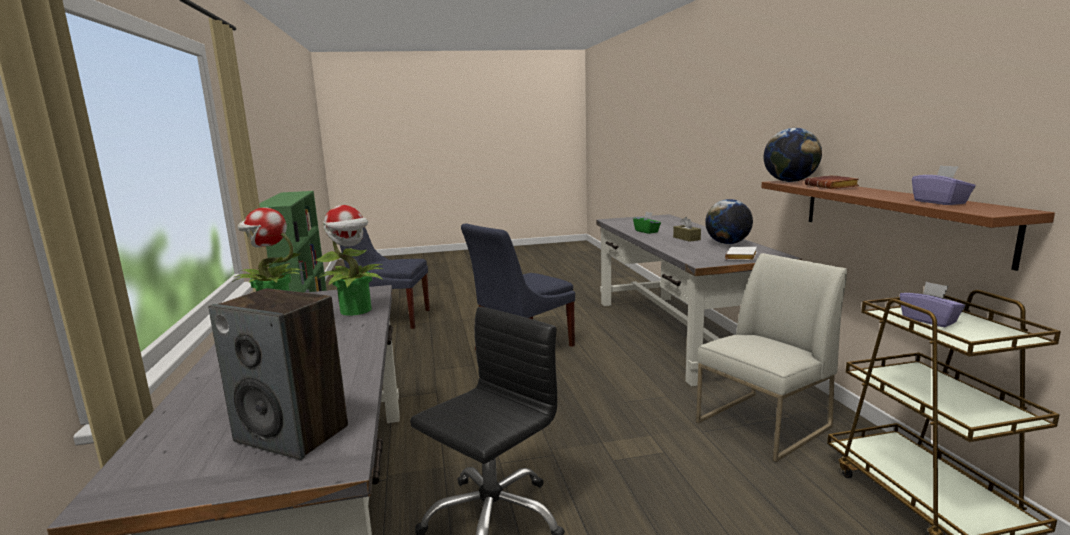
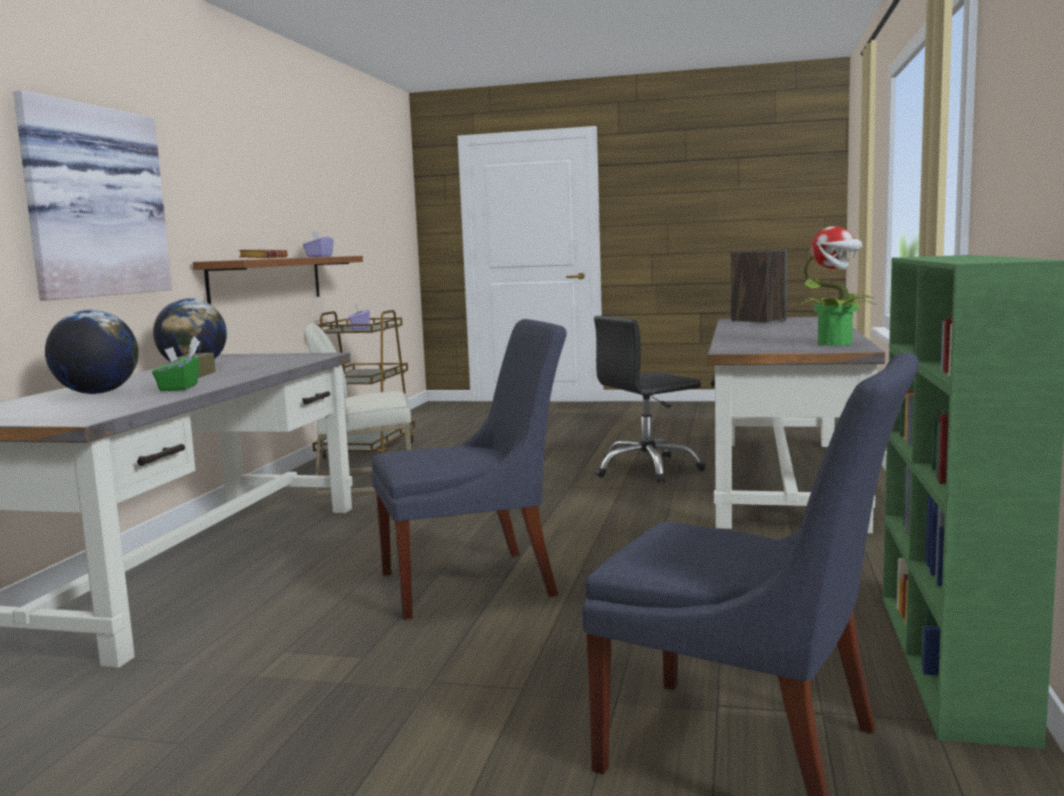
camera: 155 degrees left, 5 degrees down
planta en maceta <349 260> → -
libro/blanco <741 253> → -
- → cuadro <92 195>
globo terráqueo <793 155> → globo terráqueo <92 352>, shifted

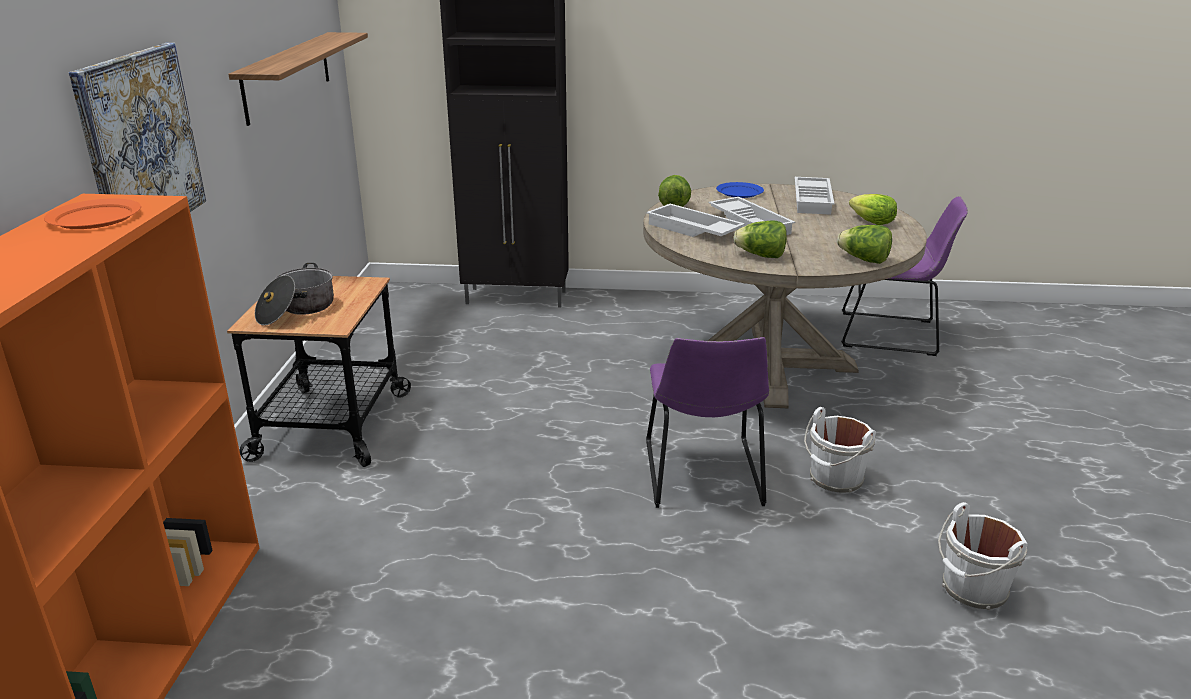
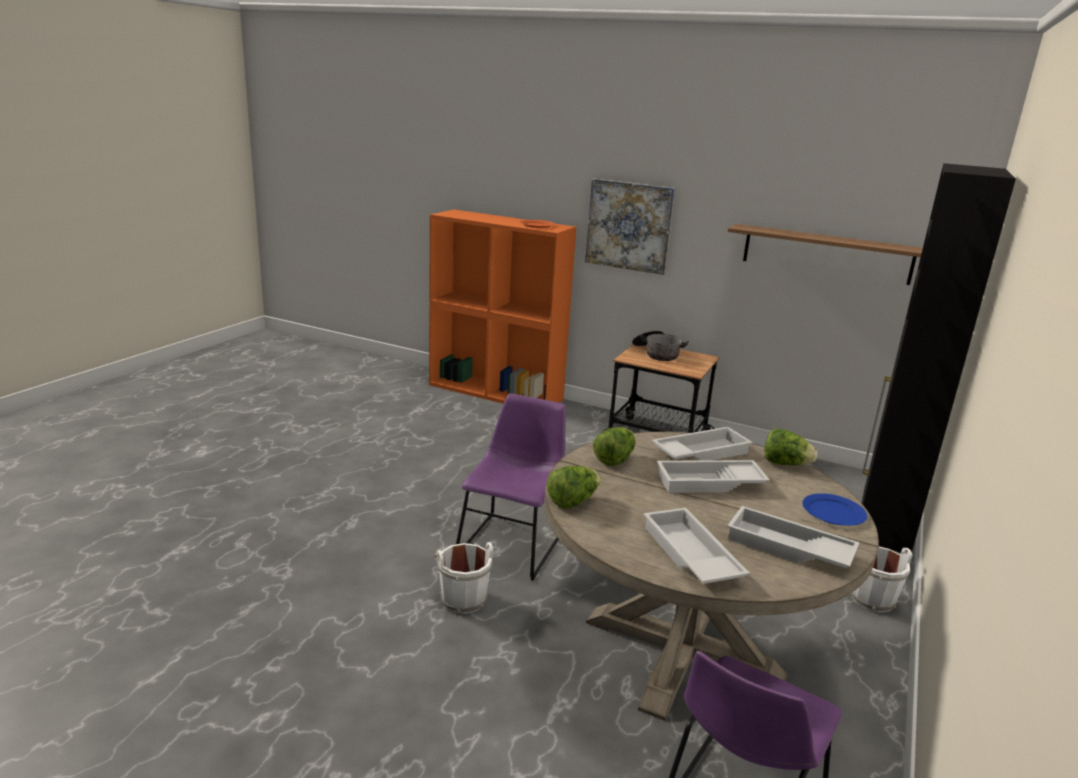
camera: 110 degrees right, 5 degrees down
cubo/blanco <983 556> → cubo/blanco <881 579>, shifted
lechuga <873 209> → bandeja/blanco <697 546>
silla/morado <707 422> → silla/morado <511 487>, 90 degrees clockwise

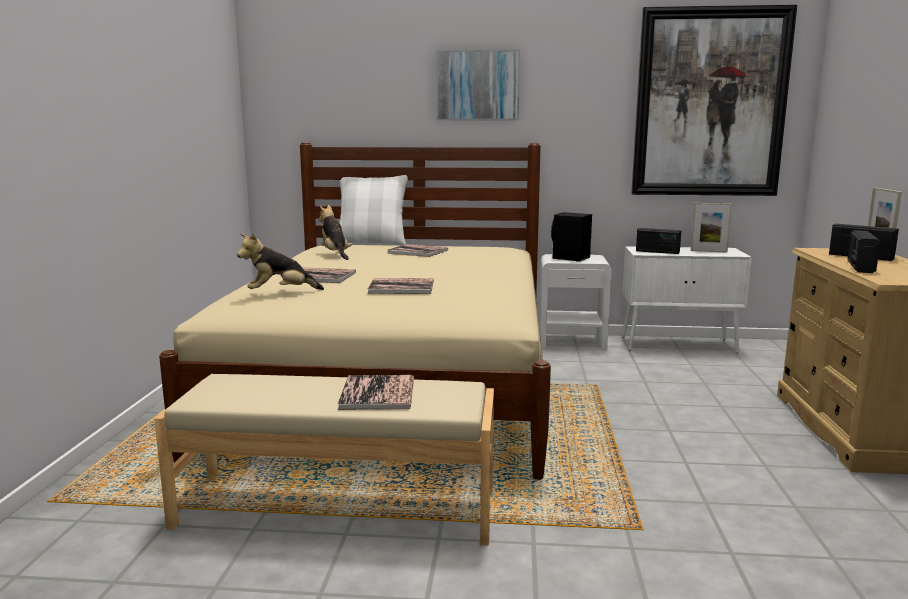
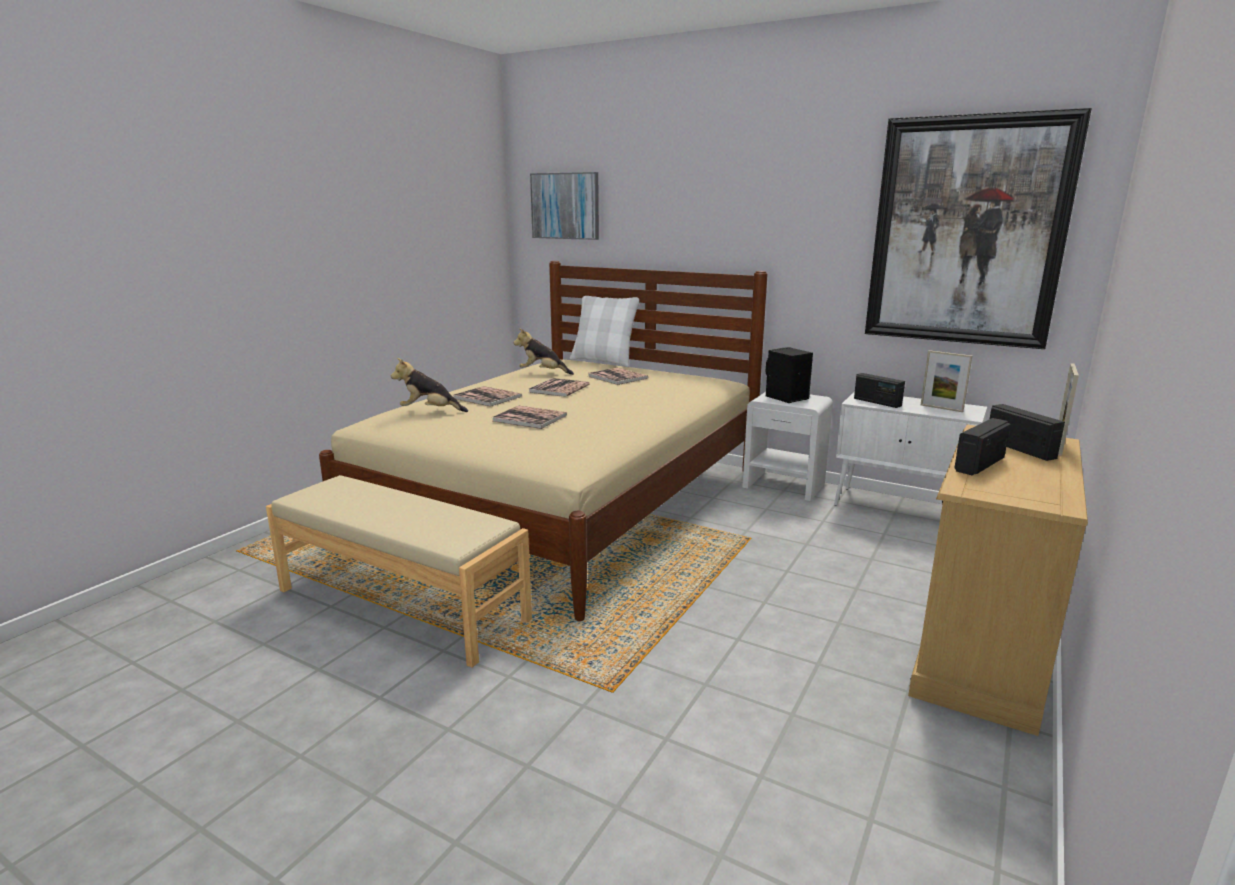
camera: 25 degrees right, 5 degrees up
libro <376 392> → libro <559 387>, shifted
cuadro <478 85> → cuadro <564 206>, shifted
peluche <335 232> → peluche <544 351>, 75 degrees counterclockwise

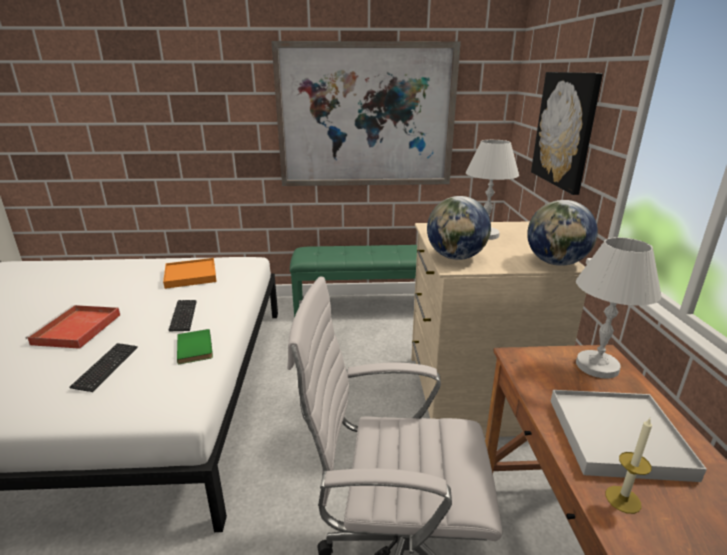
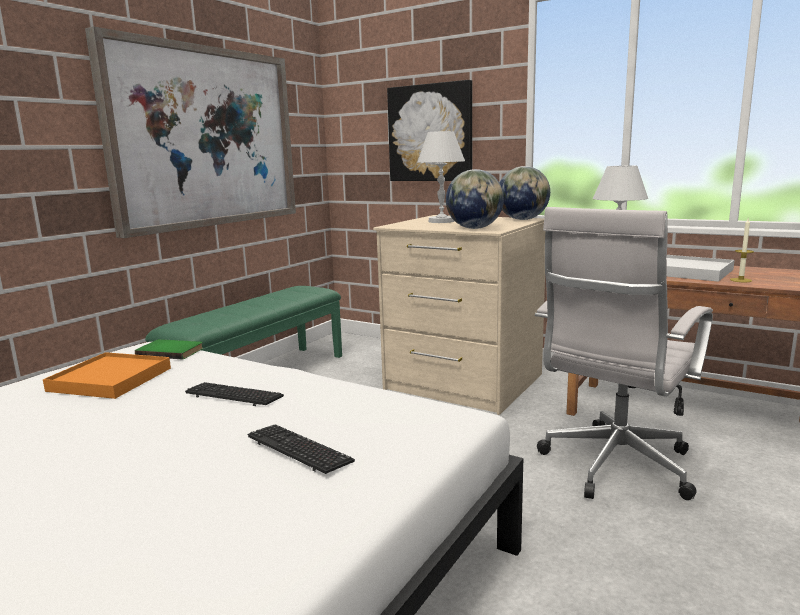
camera: 55 degrees left, 10 degrees down
bandeja/rojo <73 327> → -
libro/verde <195 346> → libro/verde <169 349>, shifted

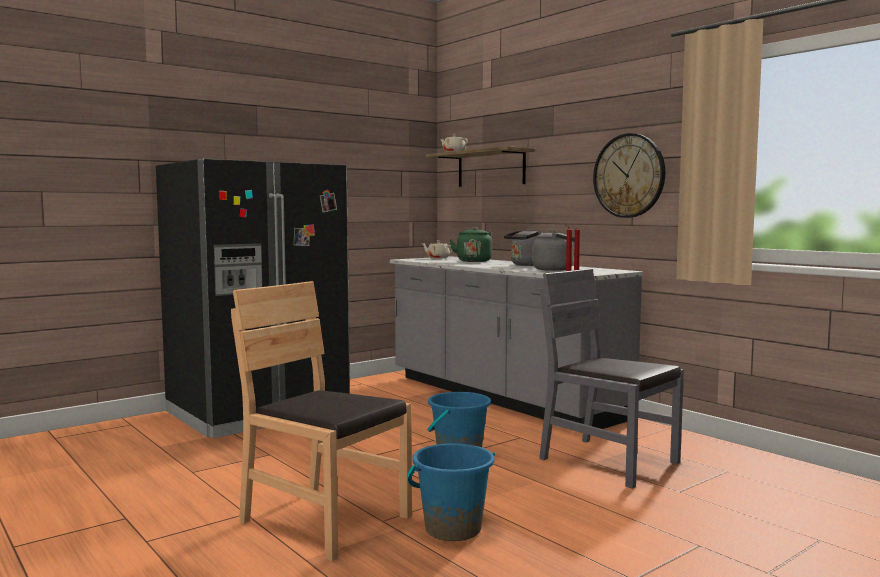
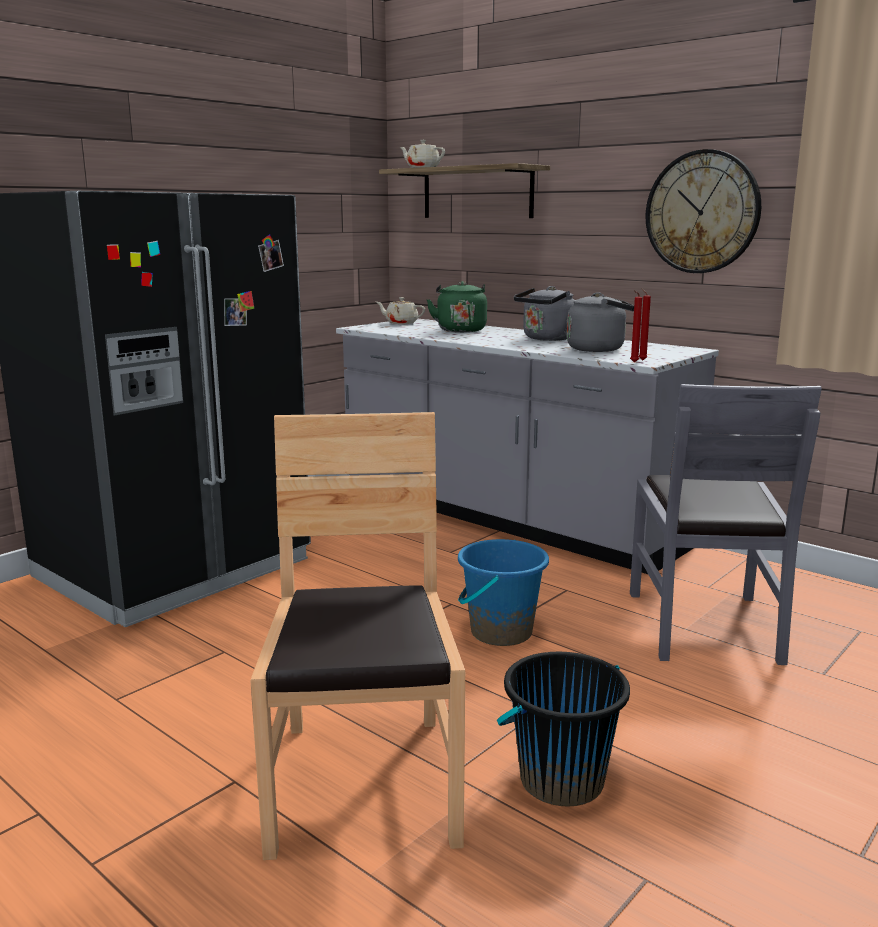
camera: 10 degrees left, 10 degrees up
cubo/azul <451 492> → cubo/negro <563 729>
silla/marrón <321 421> → silla/marrón <357 636>, 60 degrees clockwise
silla/gris <611 378> → silla/gris <726 524>, 120 degrees counterclockwise

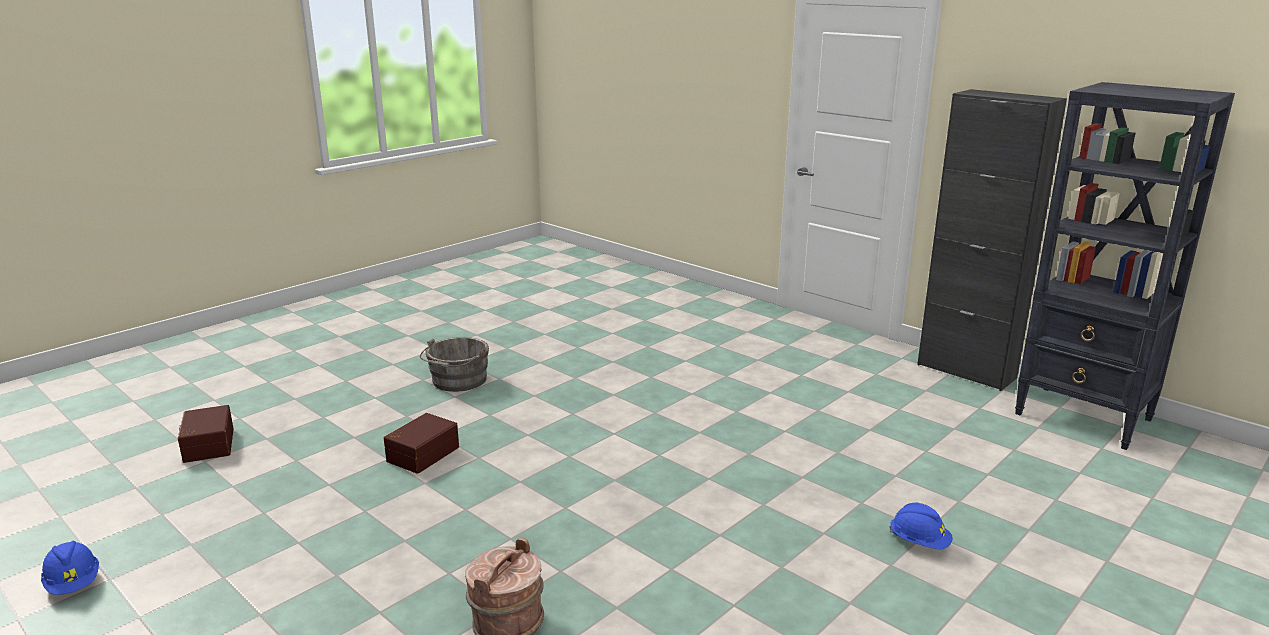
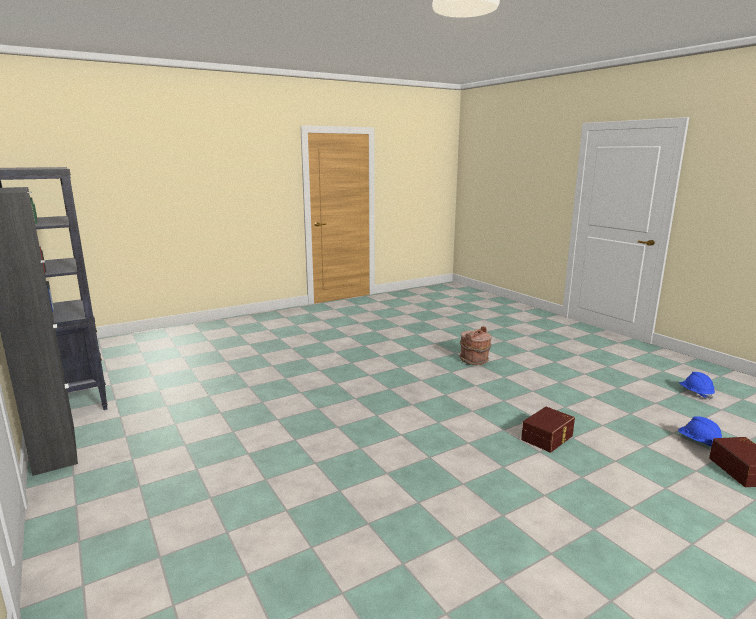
camera: 165 degrees left, 5 degrees down
cubo/gris <454 364> → -
casco/azul <921 526> → casco/azul <700 431>, shifted

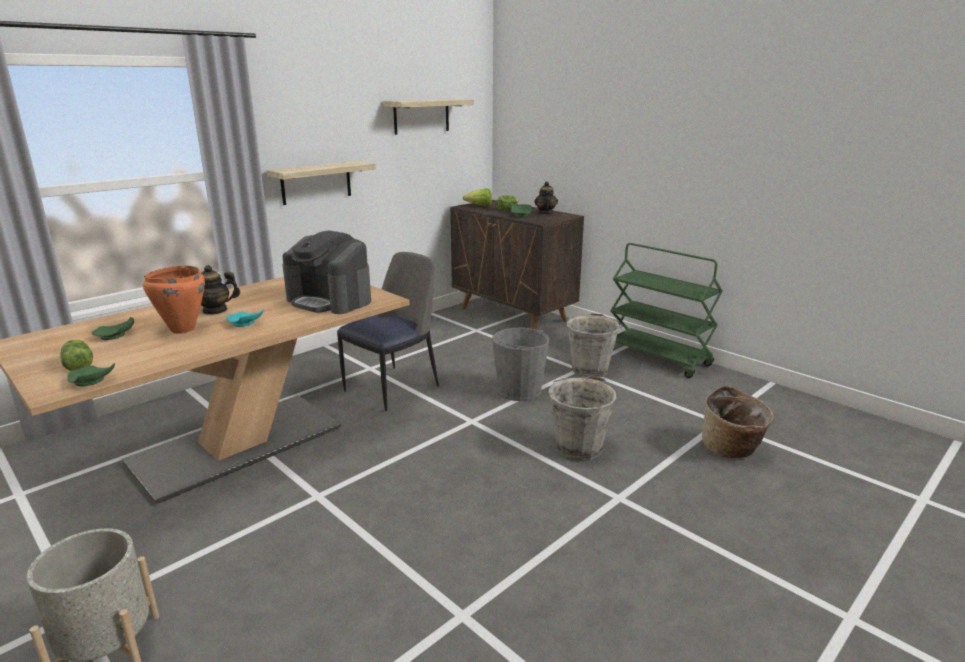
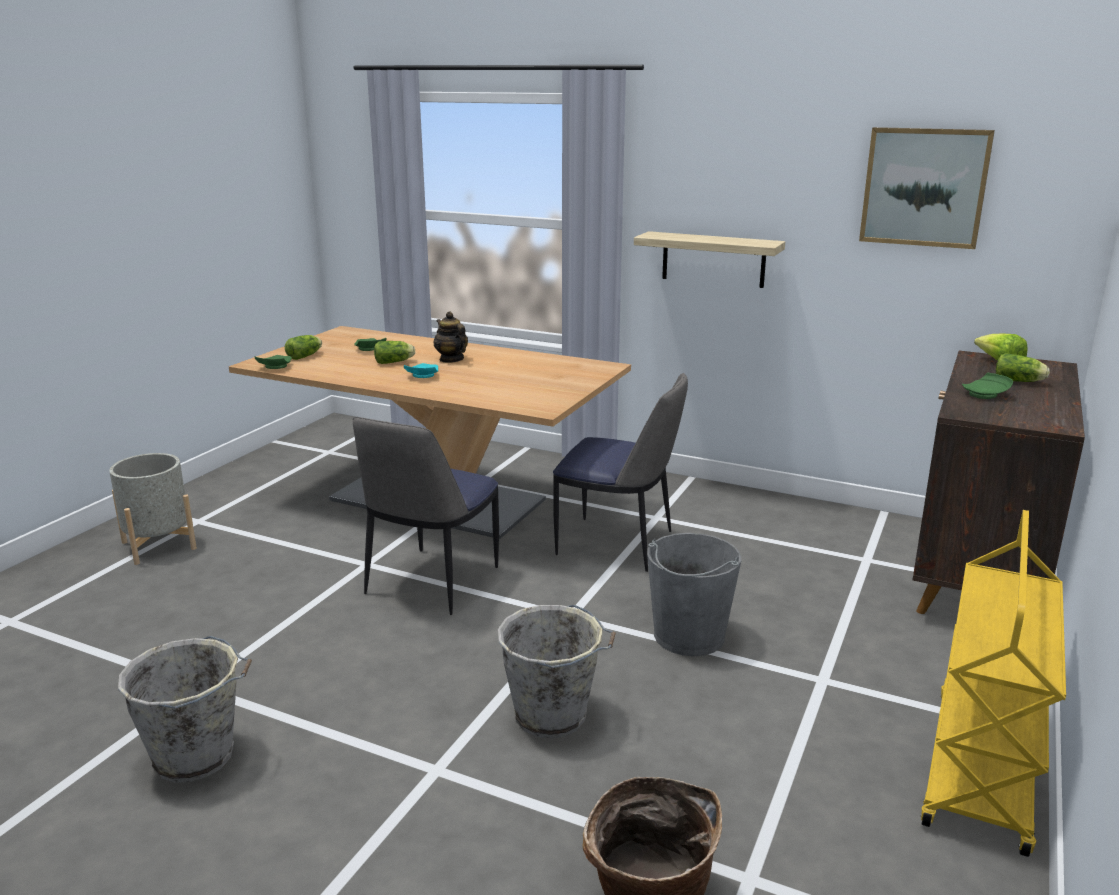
camera: 70 degrees right, 0 degrees up
cafetera <326 272> → -
tetera <546 197> → -
- → silla <426 516>
cubo/gris <594 345> → cubo/gris <185 709>, shifted
olla/naranja <174 300> → lechuga <394 352>
estante <428 117> → cuadro <927 188>
carrito/verde <666 310> → carrito/amarillo <993 683>

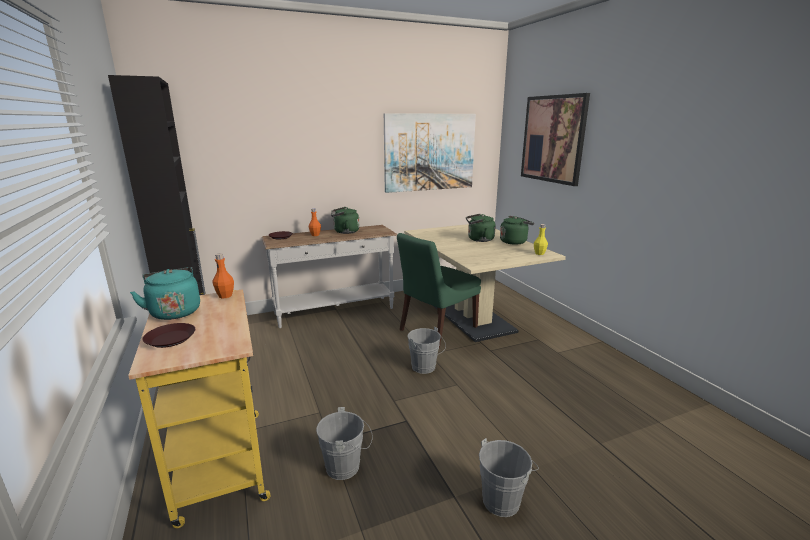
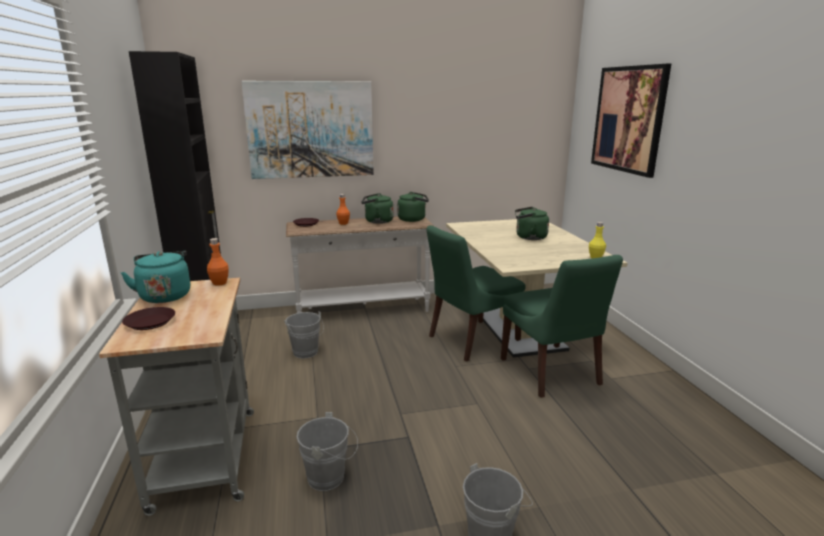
camera: 10 degrees right, 0 degrees up
- → silla/verde <562 326>
cuadro <430 153> → cuadro <307 130>, shifted
cubo/gris <427 350> → cubo/gris <304 335>, shifted
hervidor/verde <517 230> → hervidor/verde <413 207>, shifted
carrito/amarillo <199 408> → carrito/gris <176 397>

